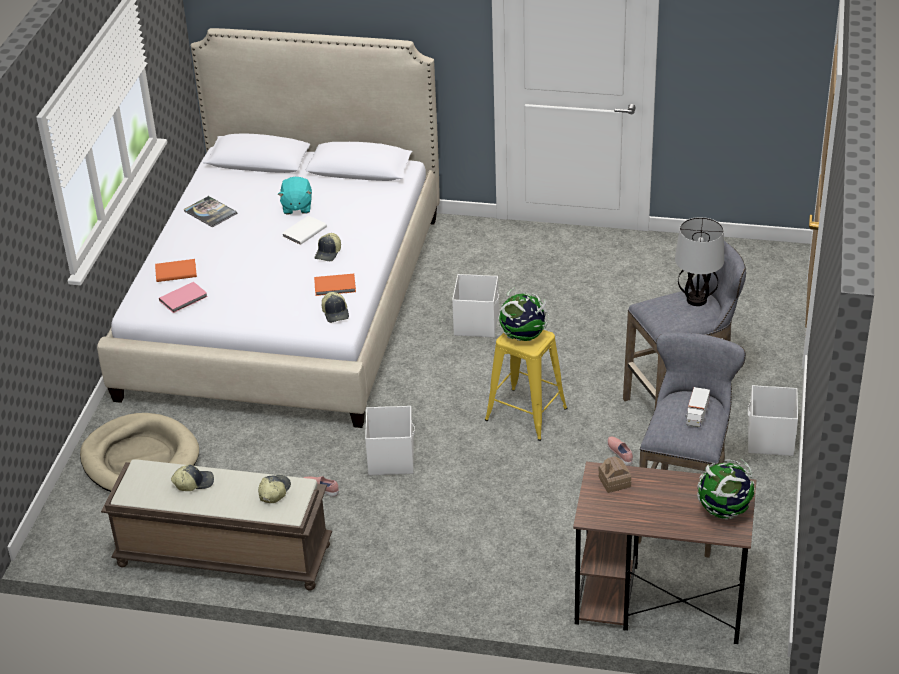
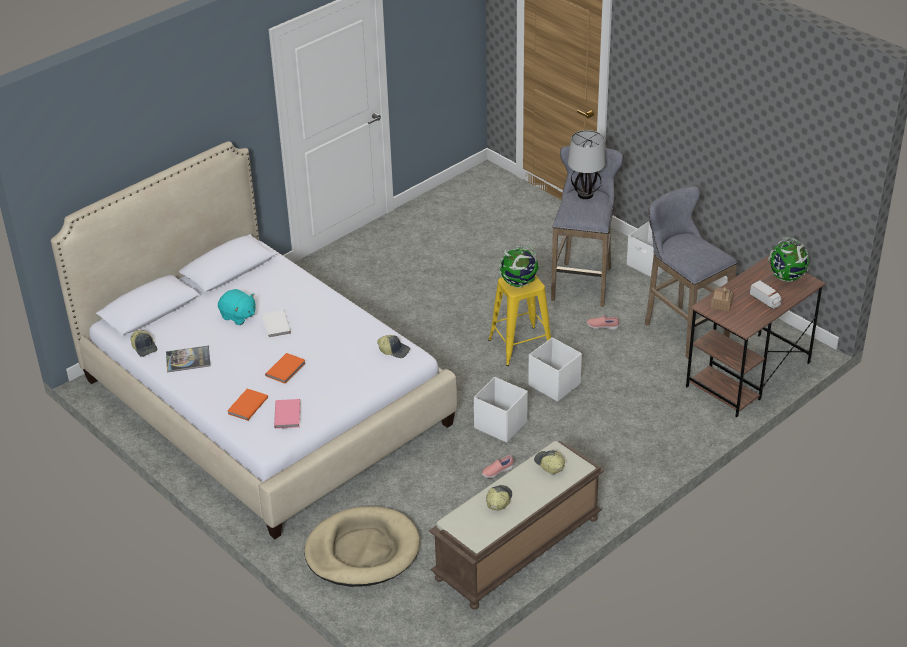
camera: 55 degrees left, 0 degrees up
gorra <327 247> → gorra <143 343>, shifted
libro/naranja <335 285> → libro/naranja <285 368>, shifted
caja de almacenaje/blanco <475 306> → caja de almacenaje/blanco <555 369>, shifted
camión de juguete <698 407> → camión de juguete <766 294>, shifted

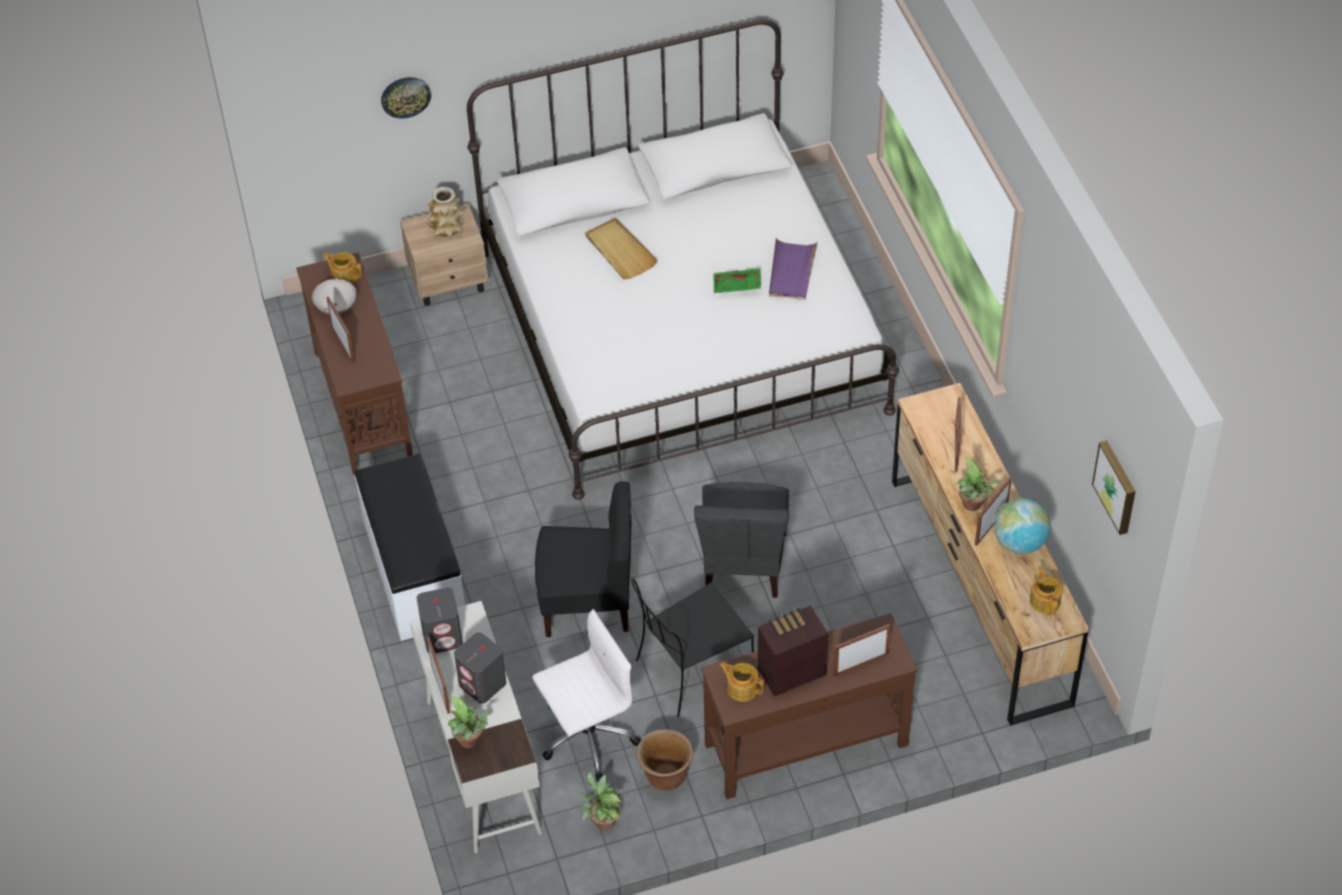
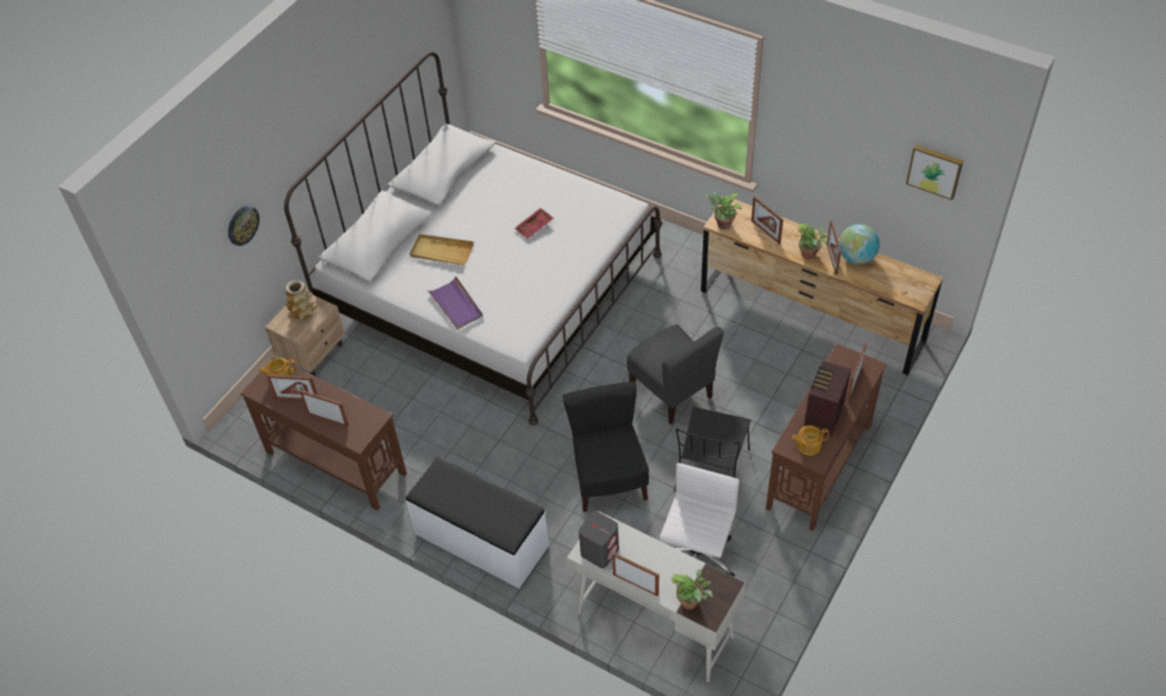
camera: 40 degrees left, 0 degrees up
altavoz/gris <480 667> → -
maceta/marrón <664 760> → -
tetera <1046 590> → -
planta en maceta <601 801> → planta en maceta <723 210>, shifted
bandeja/morado <793 269> → bandeja/morado <455 303>, shifted
cuenco/blanco <334 296> → portarretratos <292 387>
bandeja/verde <737 280> → bandeja/rojo <534 223>
silla/negro <583 559> → silla/negro <606 447>, 60 degrees counterclockwise

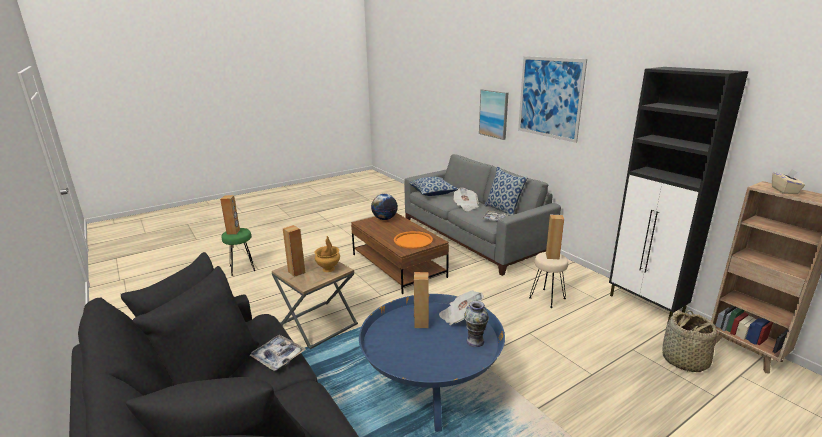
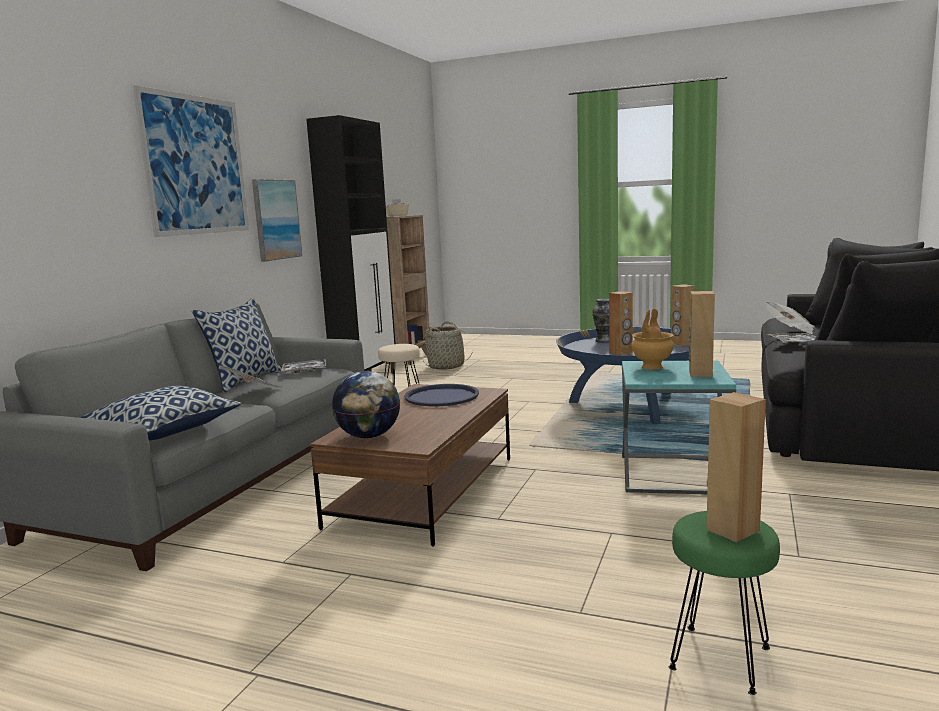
camera: 125 degrees left, 10 degrees down
periódico <461 307> → periódico <789 317>, shifted
cuadro <493 114> → cuadro <277 220>, shifted
altavoz/marrón <555 237> → altavoz/marrón <682 315>, shifted
mesa auxiliar/marrón <315 301> → mesa auxiliar/turquesa <679 427>
bandeja/naranja <413 240> → bandeja/azul <441 395>

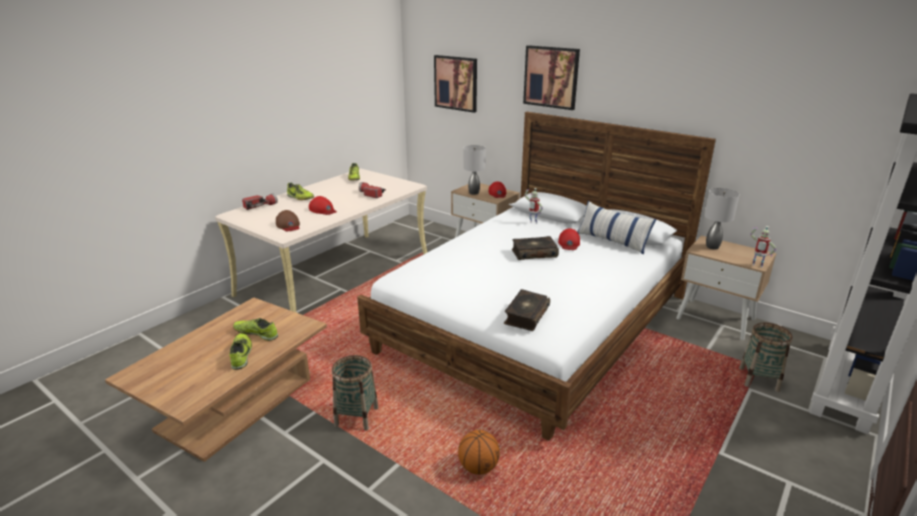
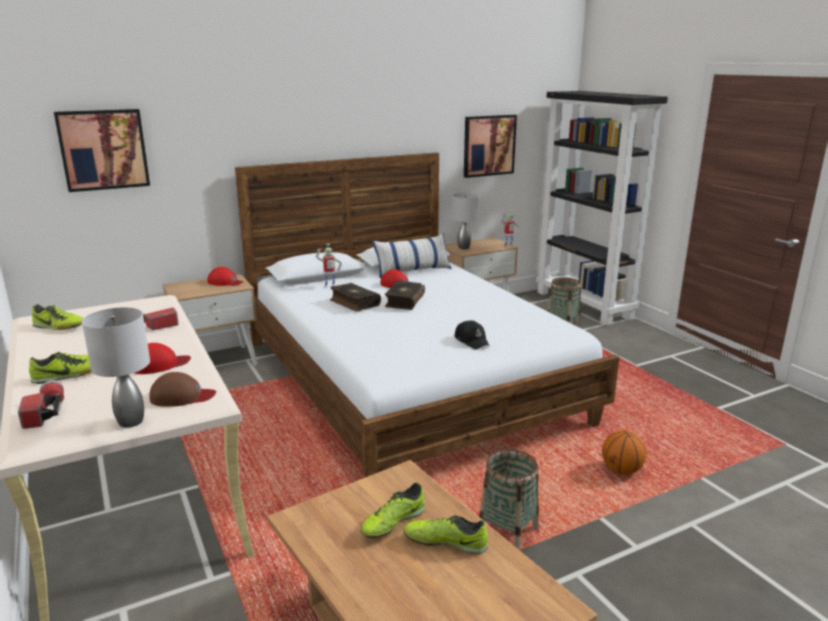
camera: 65 degrees left, 5 degrees down
- → gorra/negro <472 334>
lámpara de mesa/gris <474 170> → lámpara de mesa/gris <116 367>, shifted
libro <527 310> → libro <355 297>, shifted
cuadro <551 77> → cuadro <490 146>, shifted

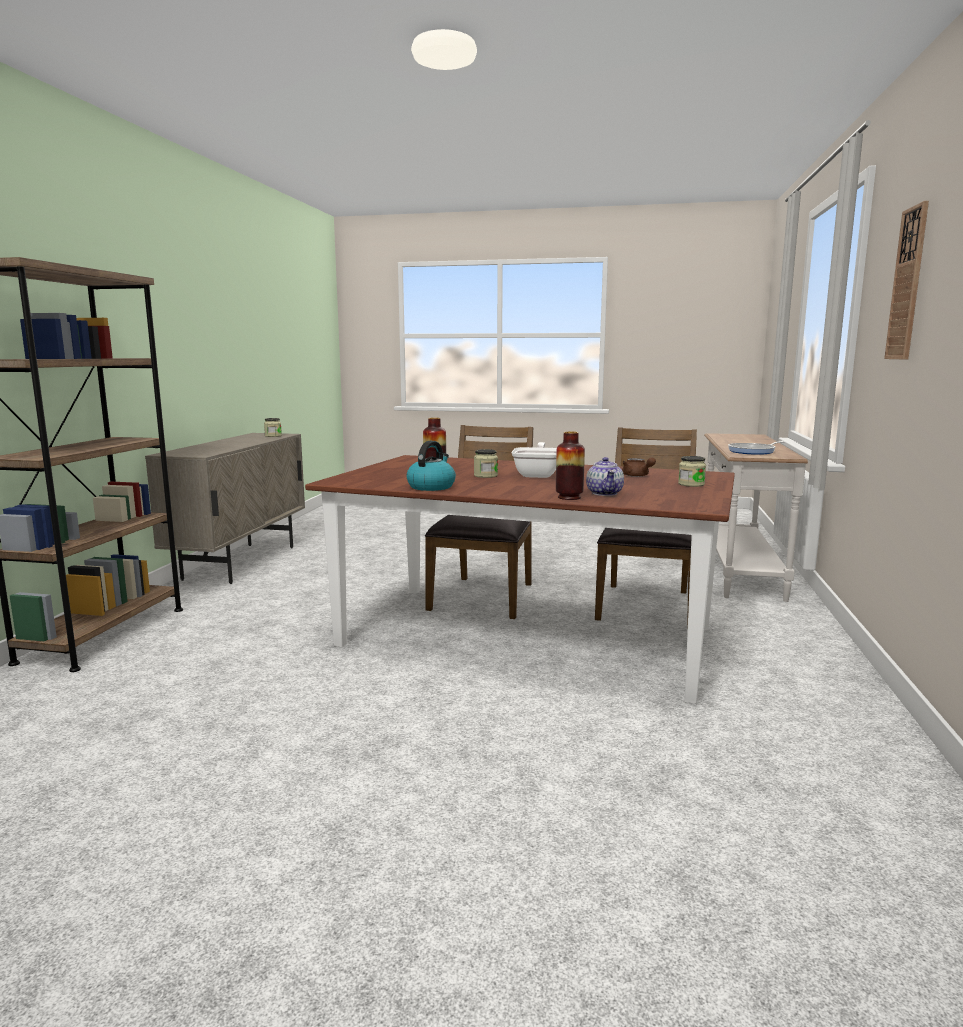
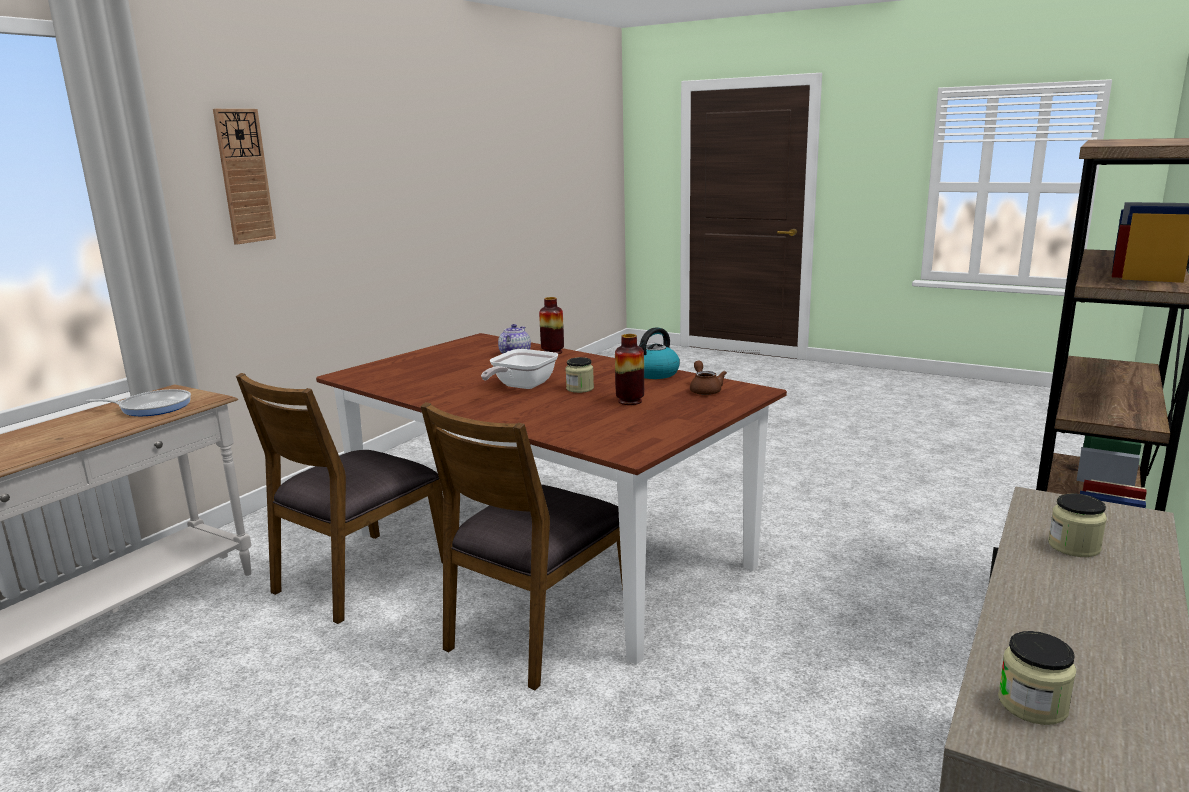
camera: 160 degrees left, 5 degrees up
tetera/marrón <639 467> → tetera/marrón <708 378>, shifted
tarro <692 471> → tarro <1077 525>, shifted

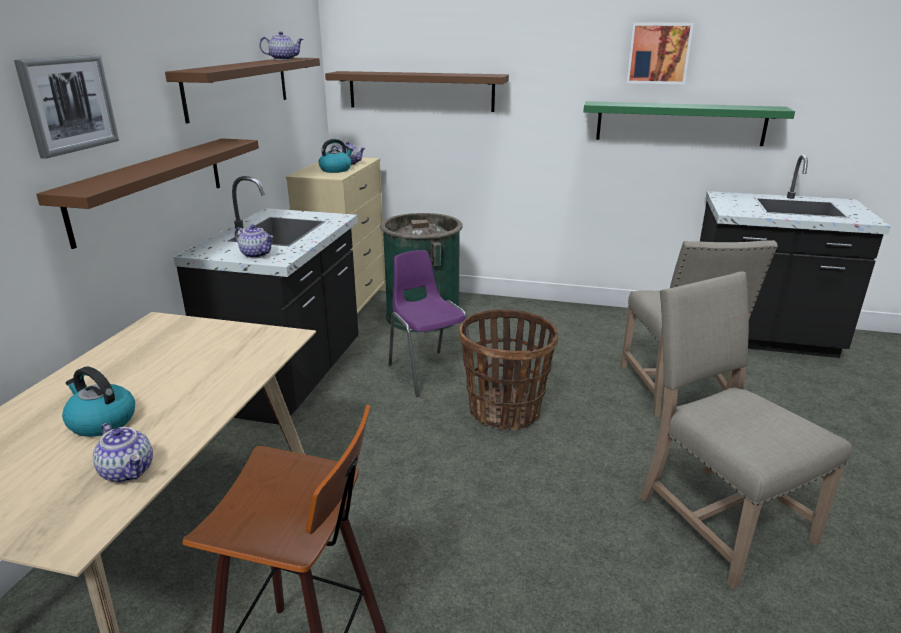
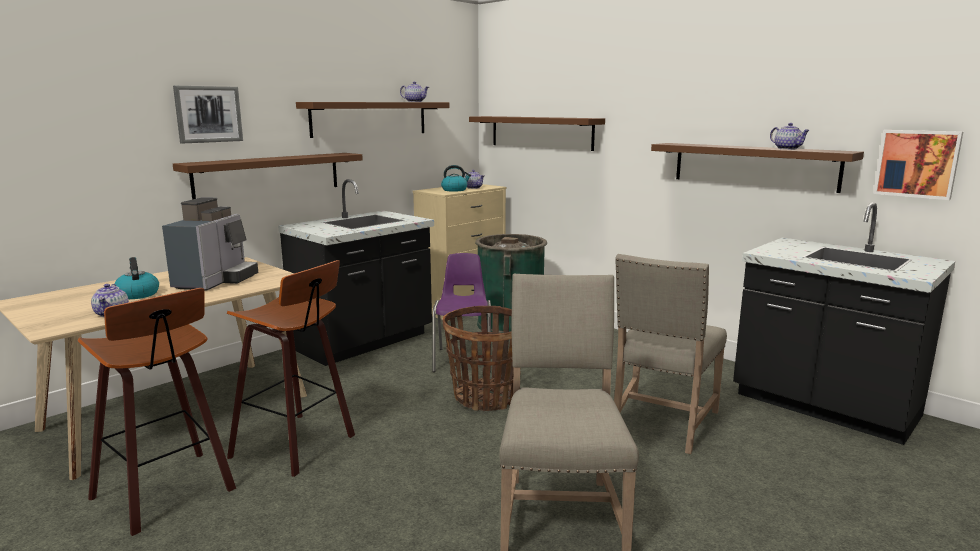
camera: 30 degrees right, 10 degrees down
- → cafetera <210 244>
- → taburete <291 368>
tetera <254 241> → tetera <790 136>, shifted
cuadro <660 53> → cuadro <918 165>, shifted
estante/verde <689 123> → estante/marrón <757 168>

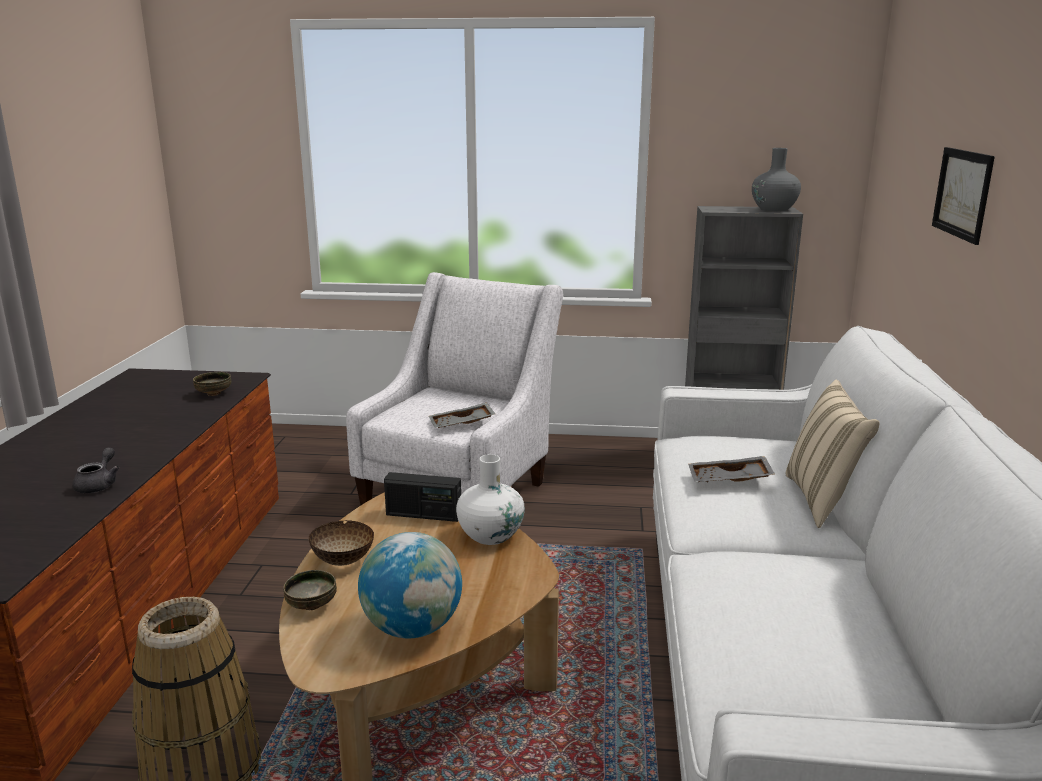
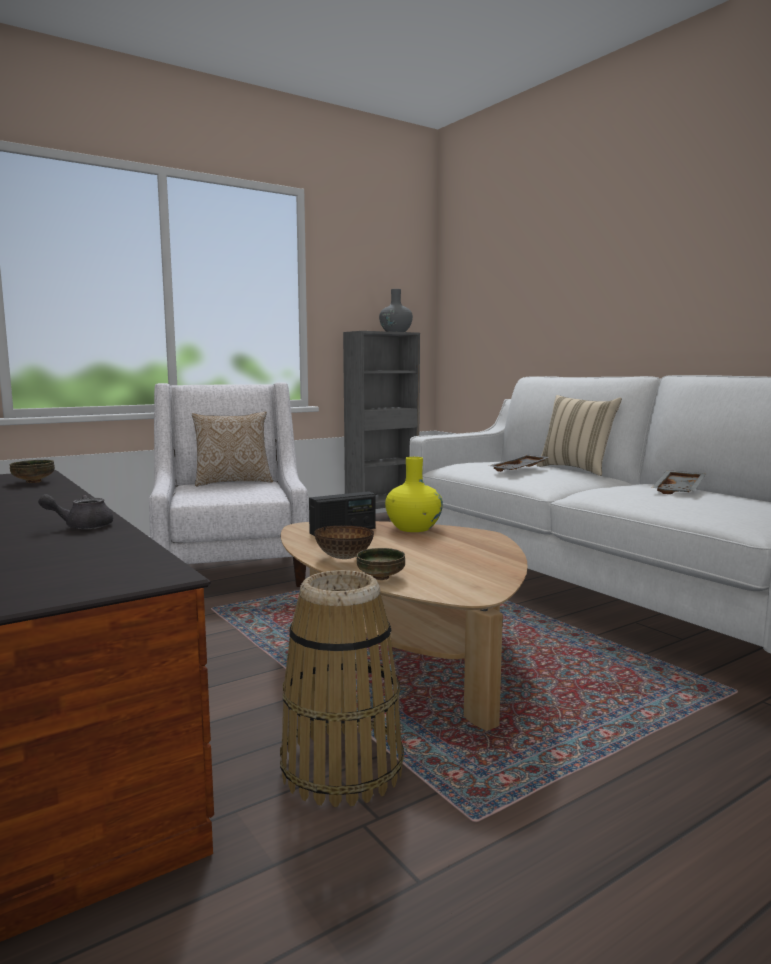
camera: 40 degrees left, 10 degrees down
globo terráqueo <410 585> → -
cuadro <963 196> → -
- → cojín <232 448>
bandeja/gris <462 415> → bandeja/gris <679 482>, shifted
florero/blanco <490 499> → florero/amarillo <414 494>
tetera/gris <96 470> → tetera/gris <75 511>, 75 degrees counterclockwise

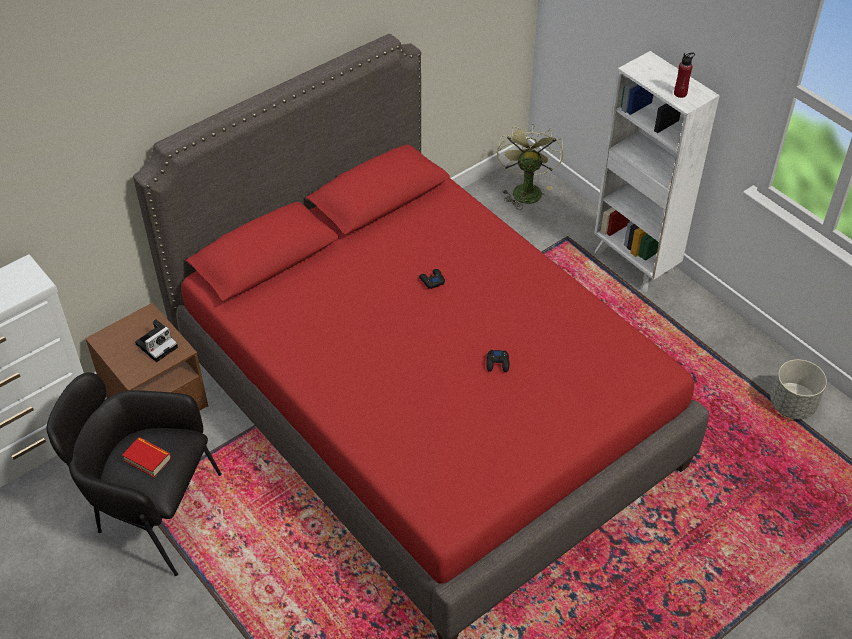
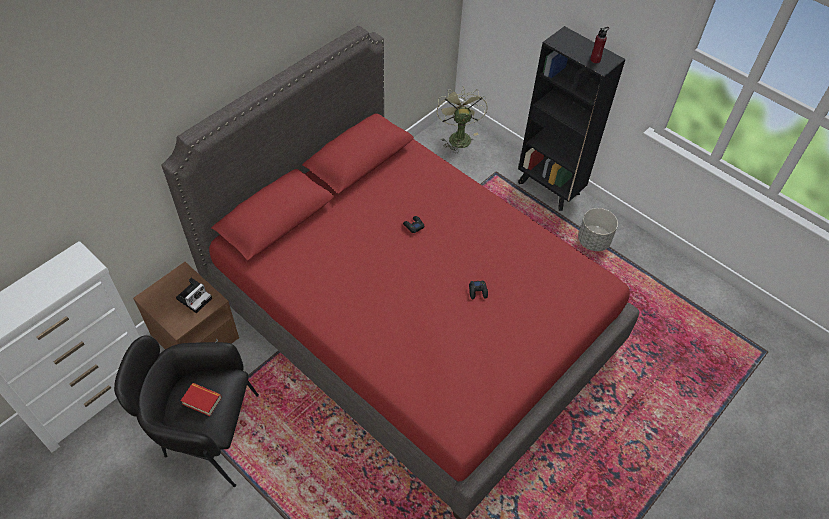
camera: 10 degrees left, 5 degrees up
maceta/gris <799 389> → maceta/gris <598 229>, shifted
estantería/blanco <657 171> → estantería/negro <572 118>

